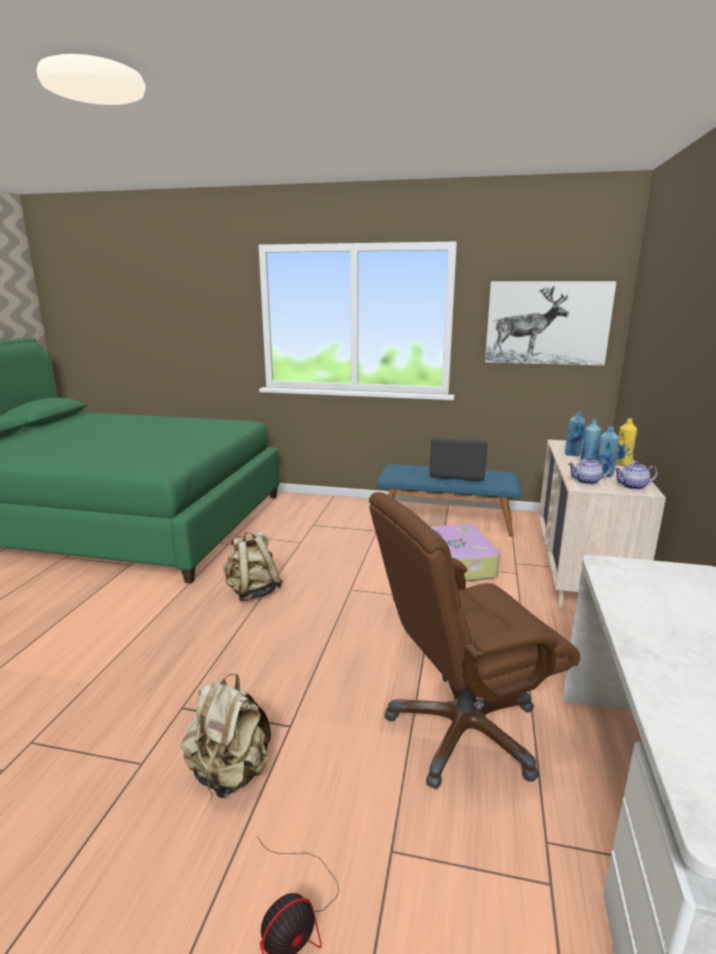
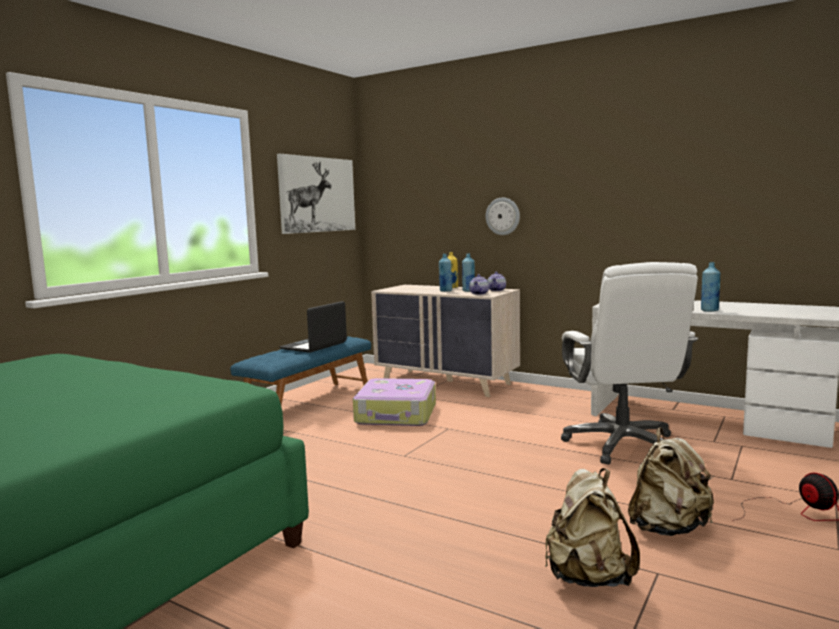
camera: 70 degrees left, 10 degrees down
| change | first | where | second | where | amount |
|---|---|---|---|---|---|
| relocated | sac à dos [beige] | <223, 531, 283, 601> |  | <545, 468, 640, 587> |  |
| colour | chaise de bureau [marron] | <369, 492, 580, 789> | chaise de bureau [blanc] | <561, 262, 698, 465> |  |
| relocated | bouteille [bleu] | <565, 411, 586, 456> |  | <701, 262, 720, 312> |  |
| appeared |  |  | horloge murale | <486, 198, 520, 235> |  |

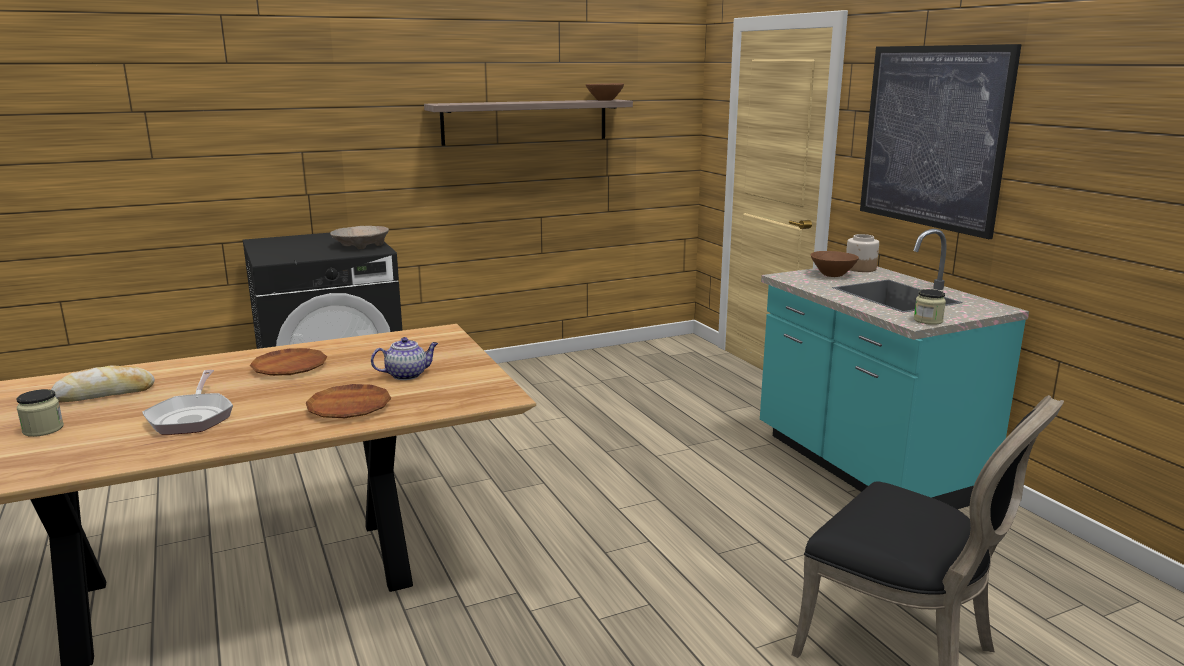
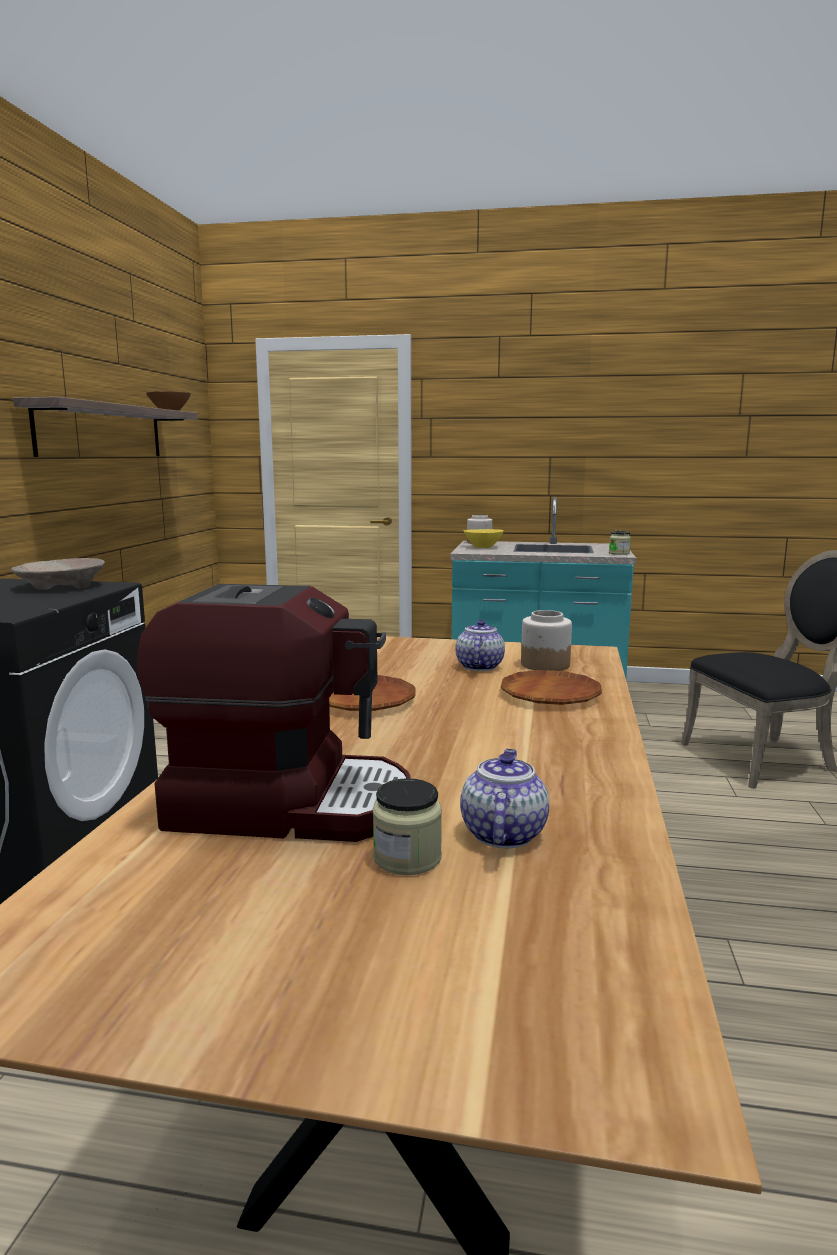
camera: 55 degrees left, 5 degrees down
| change | first | where | second | where | amount |
|---|---|---|---|---|---|
| exchanged | pain | <51, 365, 155, 402> | machine à café | <137, 584, 411, 842> |  |
| missing | poêle | <142, 370, 233, 435> |  |  |  |
| colour | bol [marron] | <811, 251, 859, 277> | bol [jaune] | <464, 529, 504, 548> |  |
| missing | tableau | <860, 44, 1022, 239> |  |  |  |
| appeared |  |  | théière | <460, 749, 549, 848> |  |
| appeared |  |  | bocal | <521, 610, 572, 671> |  |

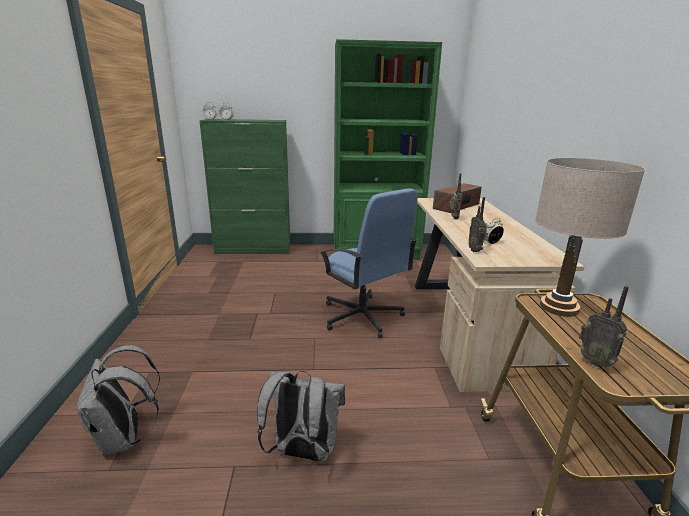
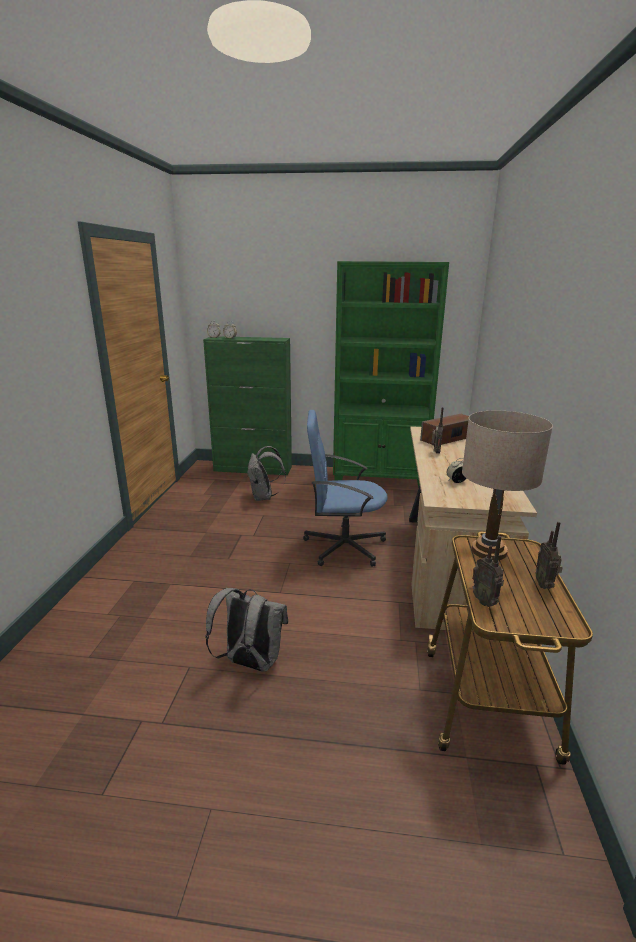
camera: 10 degrees right, 0 degrees up
| change | first | where | second | where | amount |
|---|---|---|---|---|---|
| relocated | sac à dos [gris] | <77, 345, 160, 455> |  | <247, 446, 286, 501> |  |
| spun | chaise de bureau [bleu] | <320, 188, 417, 338> |  | <303, 410, 387, 567> | 120 degrees clockwise |
| relocated | radio | <468, 197, 488, 252> |  | <535, 522, 563, 589> |  |

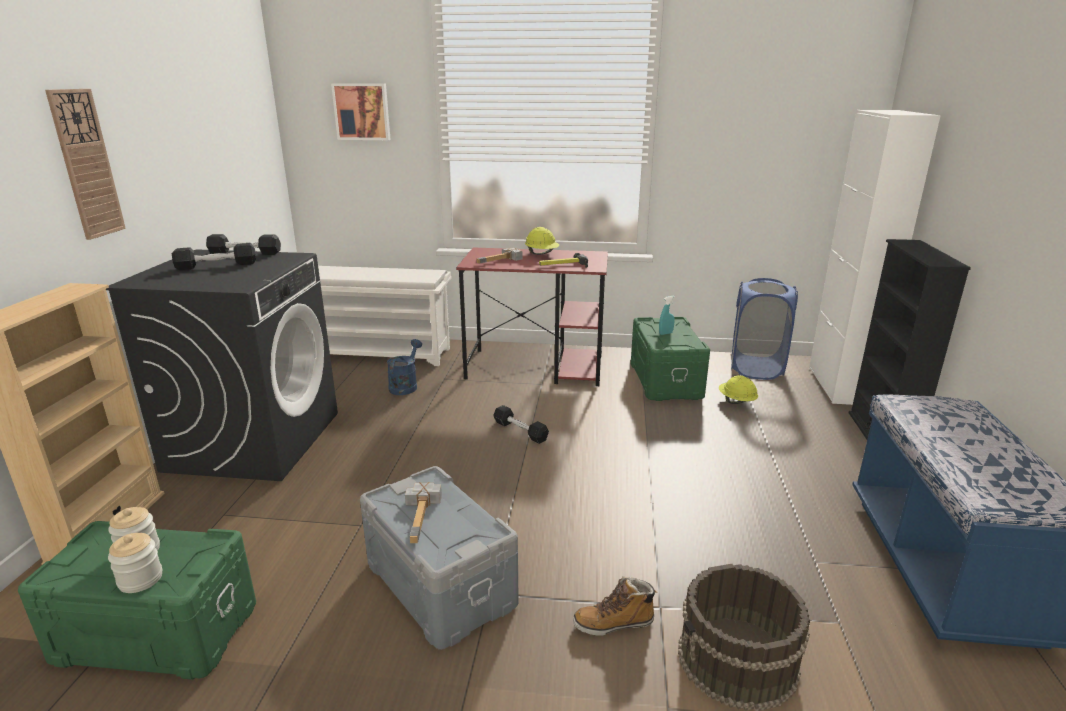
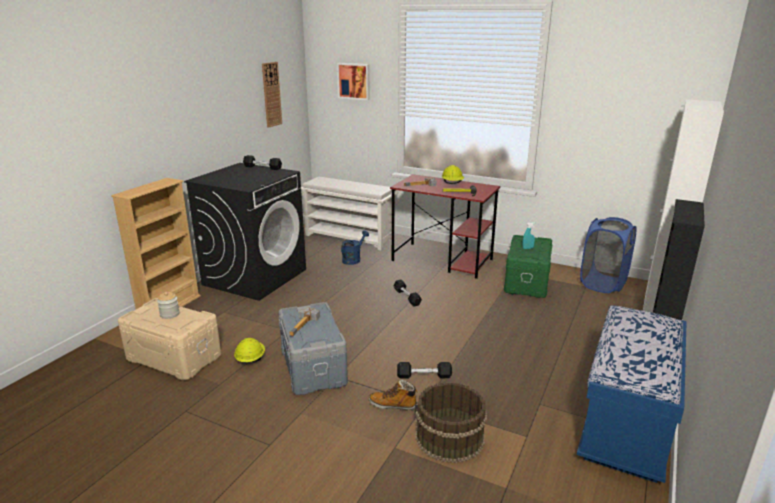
camera: 20 degrees right, 0 degrees up
| change | first | where | second | where | amount |
|---|---|---|---|---|---|
| colour | boîte de rangement [vert] | <18, 521, 256, 680> | boîte de rangement [beige] | <118, 298, 221, 380> |  |
| relocated | horloge murale | <45, 89, 126, 240> |  | <262, 62, 282, 128> |  |
| missing | bocal | <108, 533, 162, 593> |  |  |  |
| relocated | haltère [noir] | <172, 243, 256, 270> |  | <397, 362, 452, 378> |  |
| relocated | casque de chantier [jaune] | <719, 375, 758, 404> |  | <234, 338, 265, 362> |  |

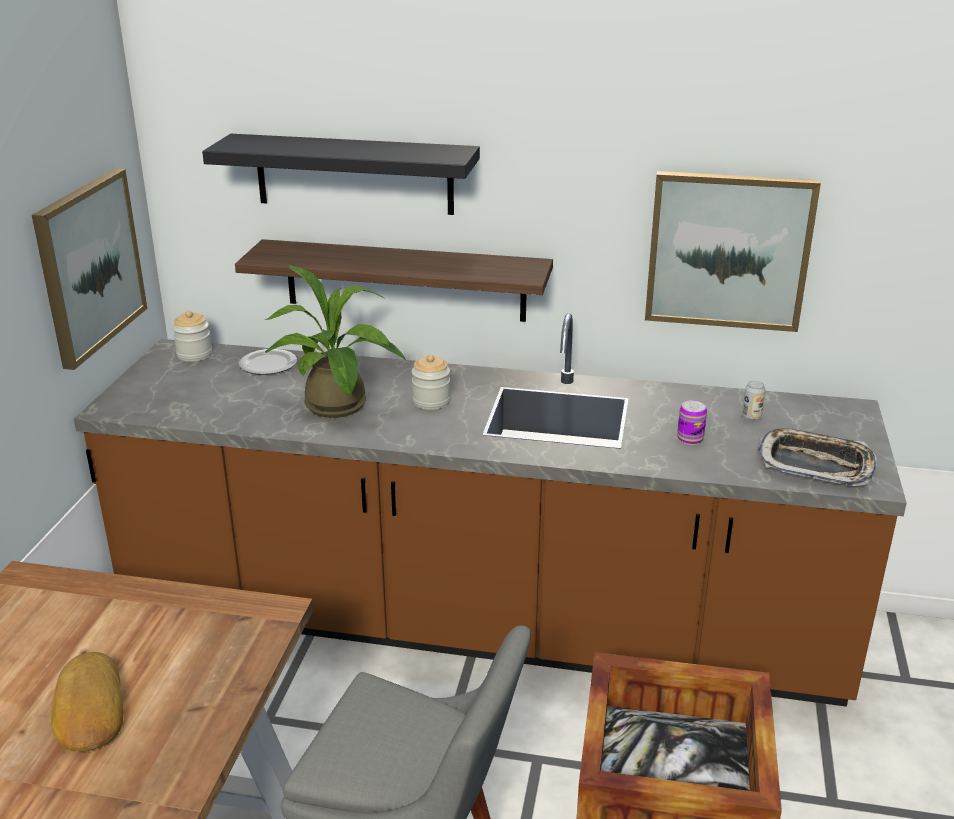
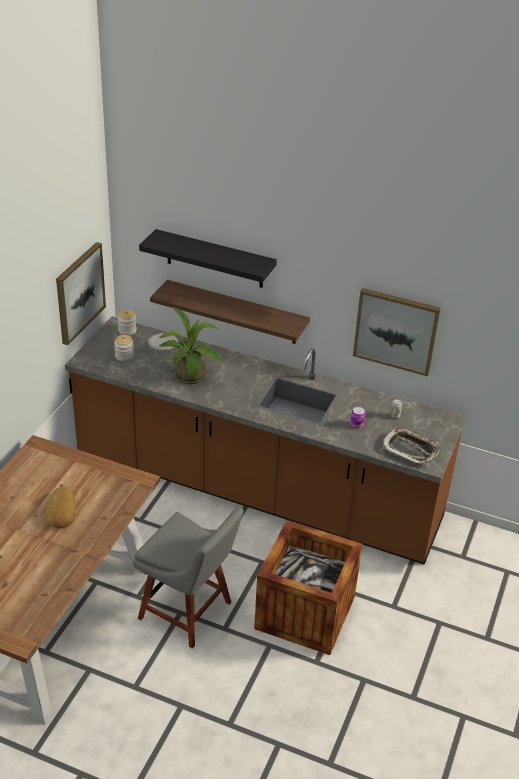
camera: 10 degrees right, 10 degrees up
| change | first | where | second | where | amount |
|---|---|---|---|---|---|
| relocated | bocal | <411, 354, 451, 410> |  | <114, 335, 134, 361> |  |

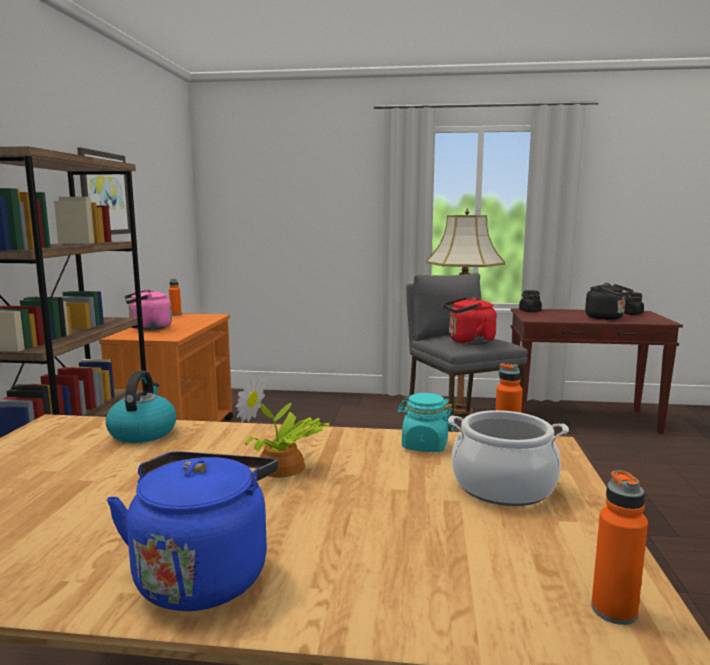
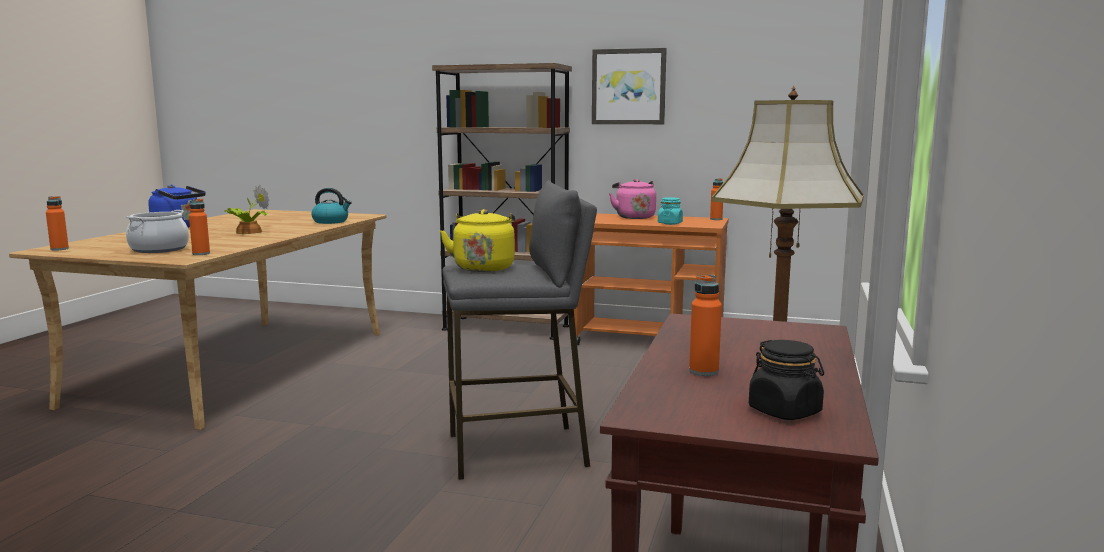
camera: 100 degrees right, 0 degrees up
| change | first | where | second | where | amount |
|---|---|---|---|---|---|
| relocated | bocal [turquoise] | <397, 393, 454, 452> |  | <658, 197, 683, 225> |  |
| colour | bouilloire [rouge] | <443, 297, 497, 345> | bouilloire [jaune] | <440, 209, 515, 272> |  |
| missing | bocal [noir] | <519, 290, 542, 312> |  |  |  |
| exchanged | bouilloire [noir] | <585, 283, 634, 320> | bouteille [orange] | <689, 275, 722, 376> |  |

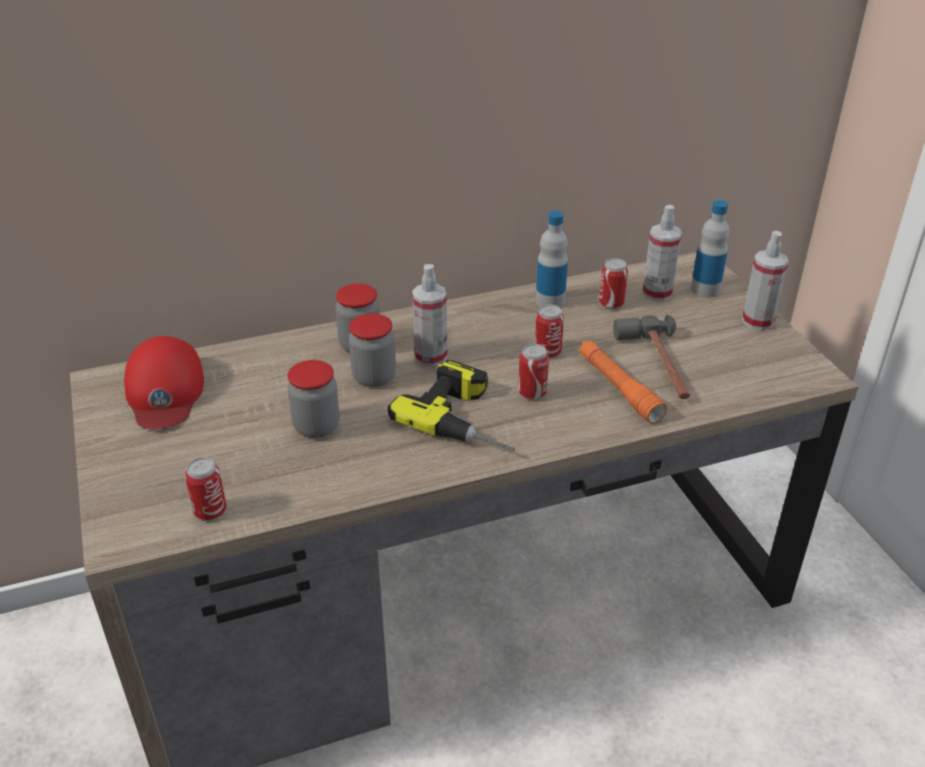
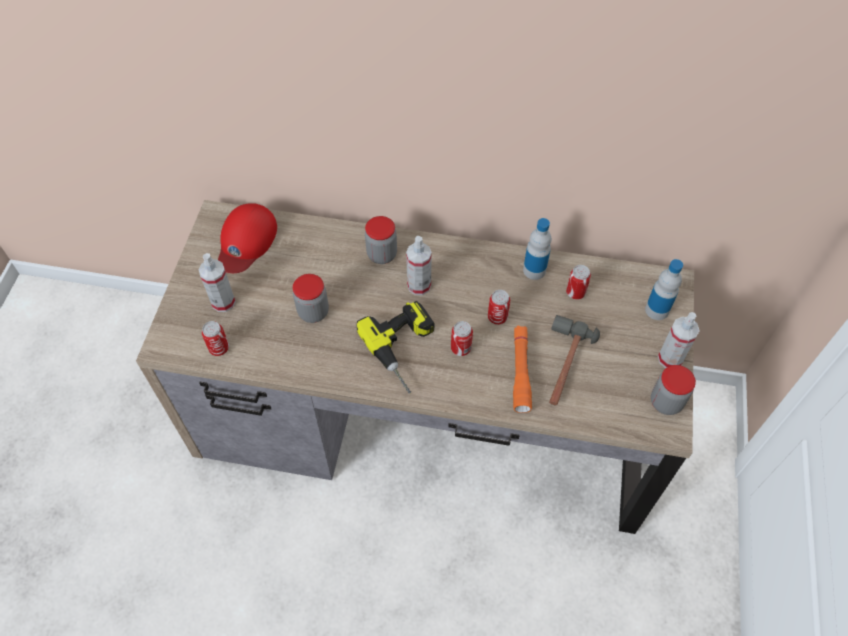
camera: 30 degrees right, 20 degrees up
| change | first | where | second | where | amount |
|---|---|---|---|---|---|
| relocated | bocal | <349, 313, 396, 387> |  | <651, 365, 696, 415> |  |
| relocated | vaporisateur | <642, 205, 682, 301> |  | <199, 253, 236, 312> |  |

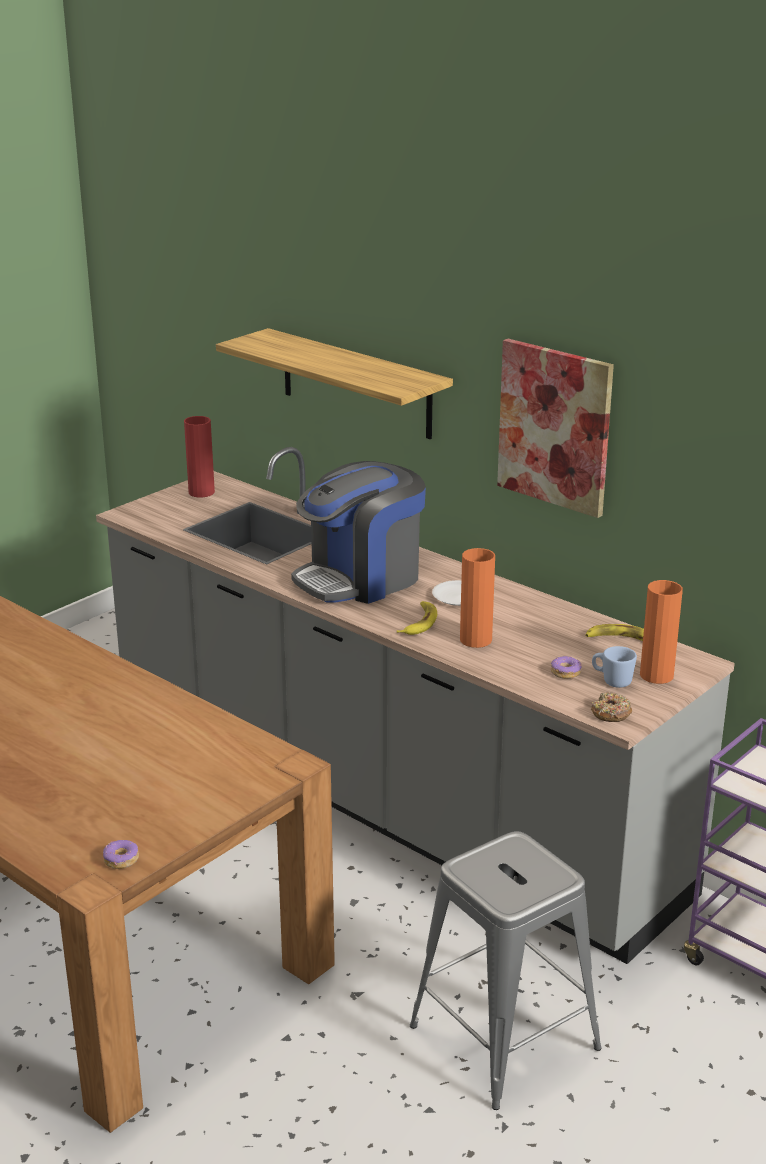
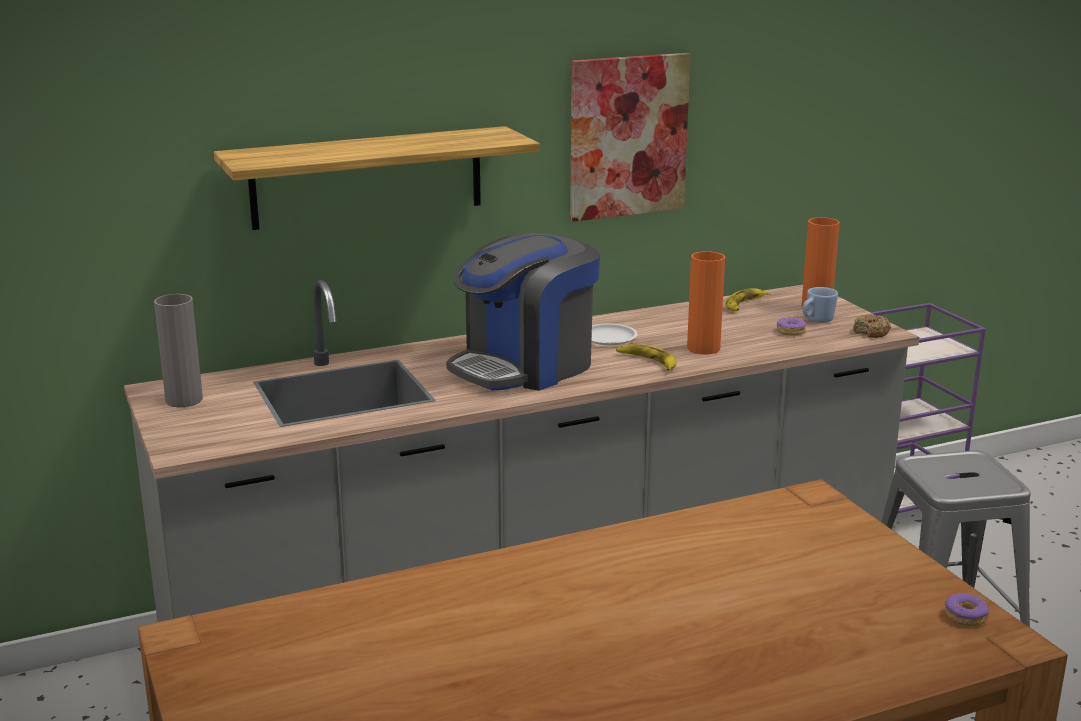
camera: 65 degrees left, 5 degrees down
| change | first | where | second | where | amount |
|---|---|---|---|---|---|
| colour | vase [rouge] | <184, 416, 215, 498> | vase [gris] | <154, 294, 203, 407> |  |
| spun | machine à café | <291, 461, 426, 604> |  | <446, 233, 600, 391> | 60 degrees clockwise |

